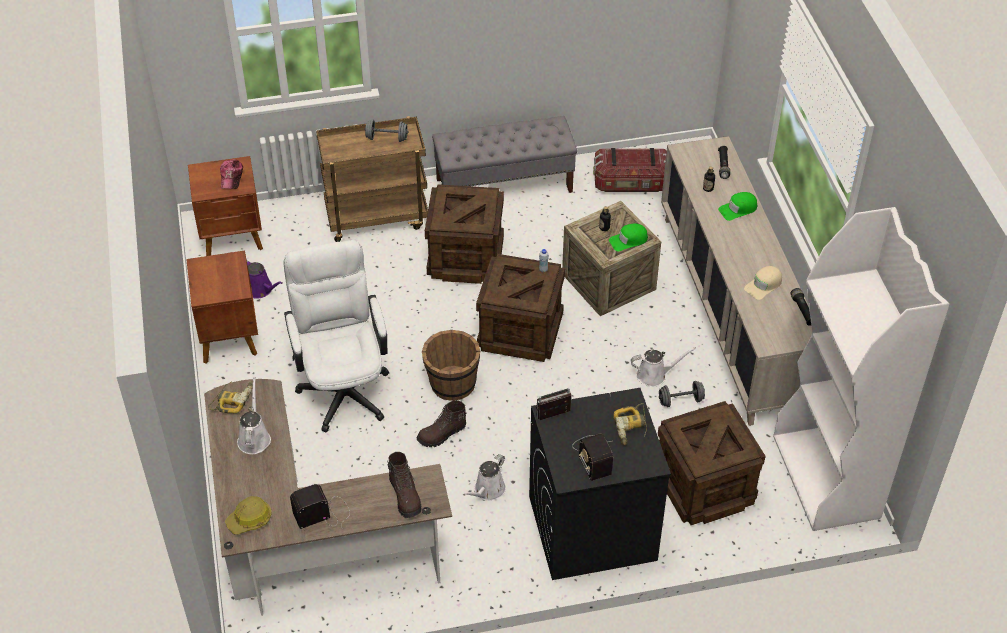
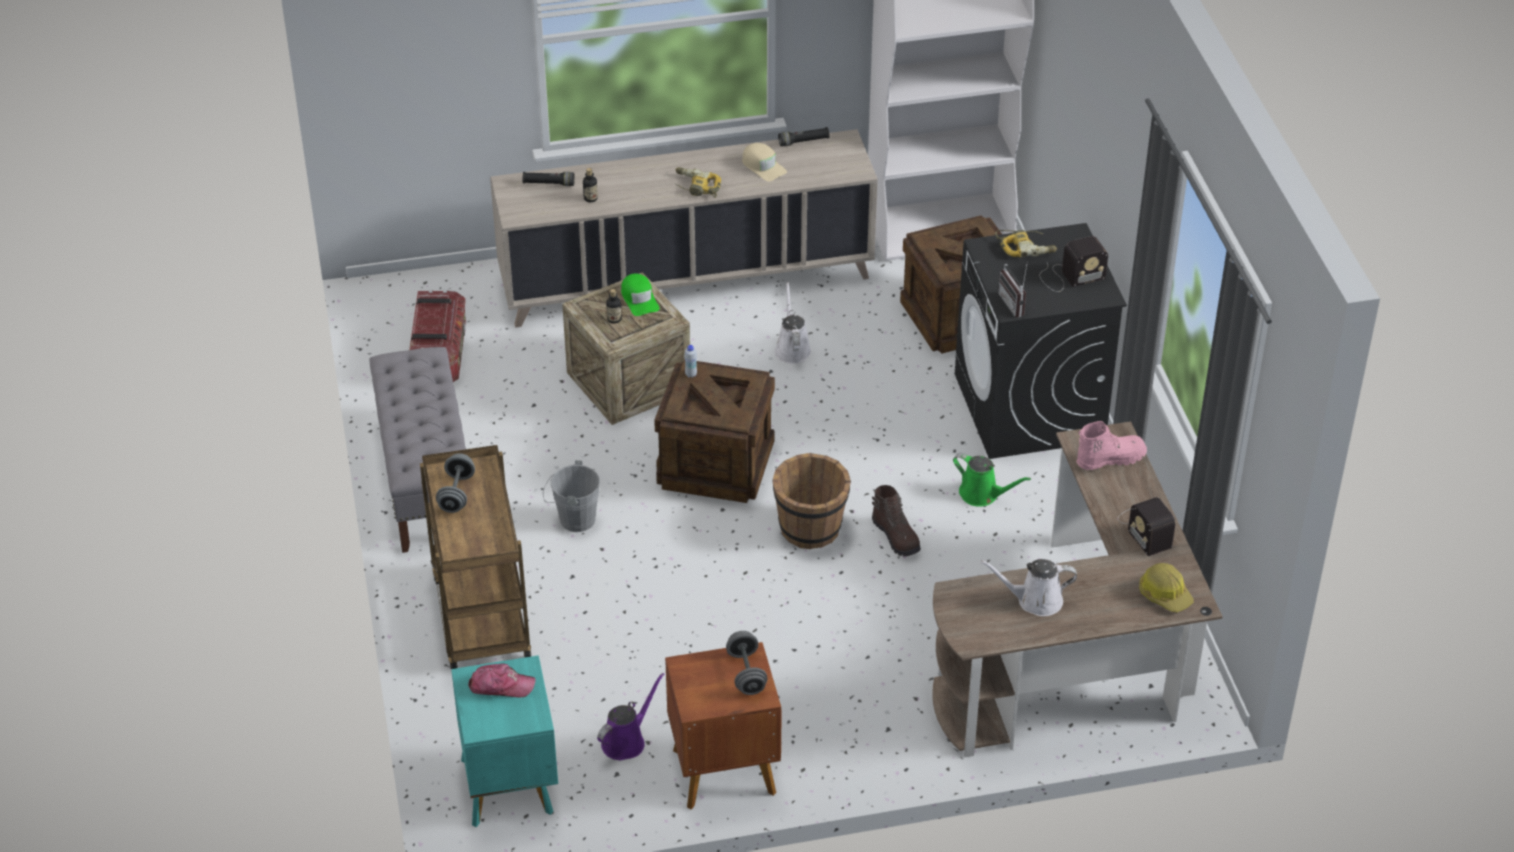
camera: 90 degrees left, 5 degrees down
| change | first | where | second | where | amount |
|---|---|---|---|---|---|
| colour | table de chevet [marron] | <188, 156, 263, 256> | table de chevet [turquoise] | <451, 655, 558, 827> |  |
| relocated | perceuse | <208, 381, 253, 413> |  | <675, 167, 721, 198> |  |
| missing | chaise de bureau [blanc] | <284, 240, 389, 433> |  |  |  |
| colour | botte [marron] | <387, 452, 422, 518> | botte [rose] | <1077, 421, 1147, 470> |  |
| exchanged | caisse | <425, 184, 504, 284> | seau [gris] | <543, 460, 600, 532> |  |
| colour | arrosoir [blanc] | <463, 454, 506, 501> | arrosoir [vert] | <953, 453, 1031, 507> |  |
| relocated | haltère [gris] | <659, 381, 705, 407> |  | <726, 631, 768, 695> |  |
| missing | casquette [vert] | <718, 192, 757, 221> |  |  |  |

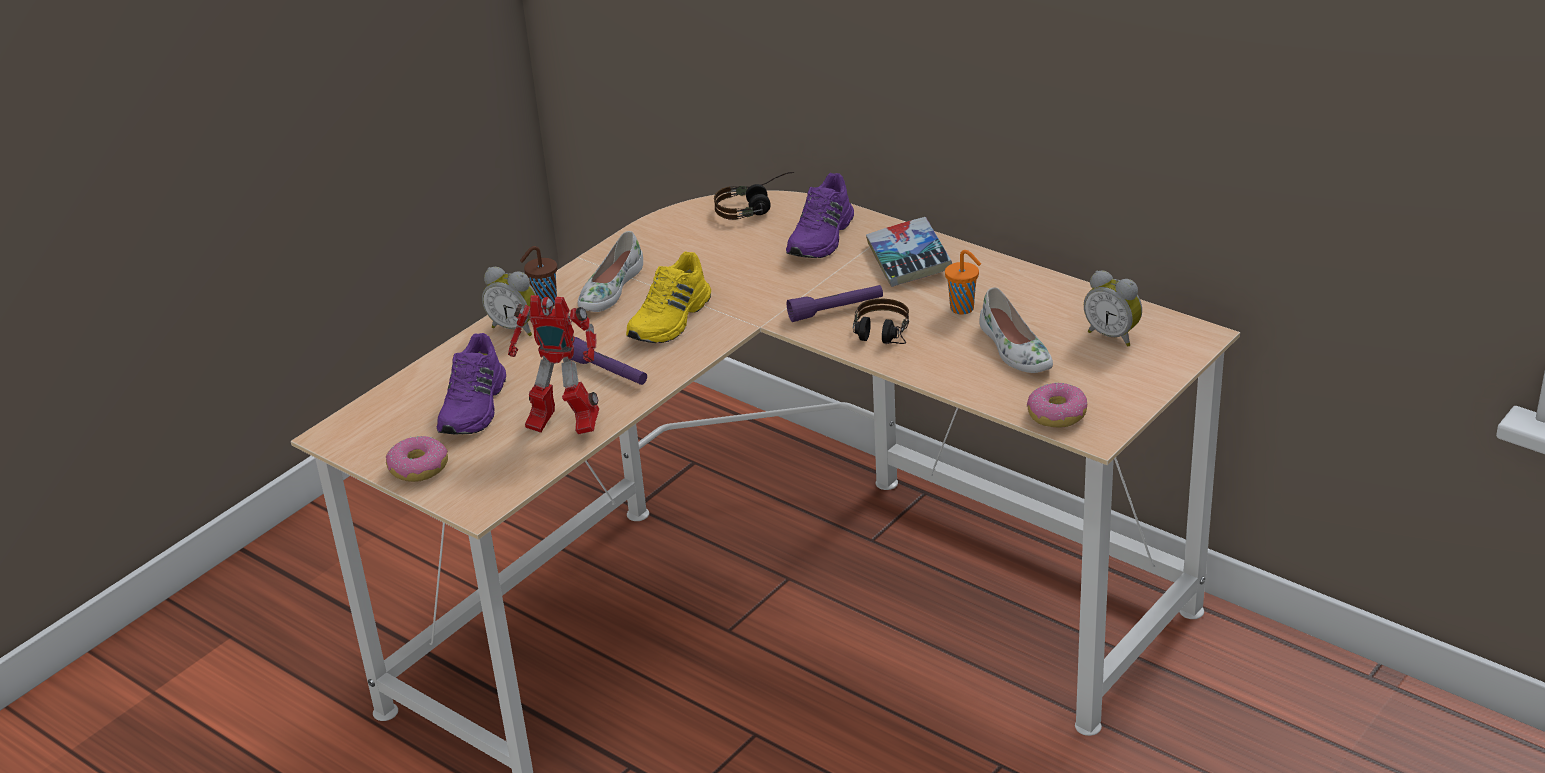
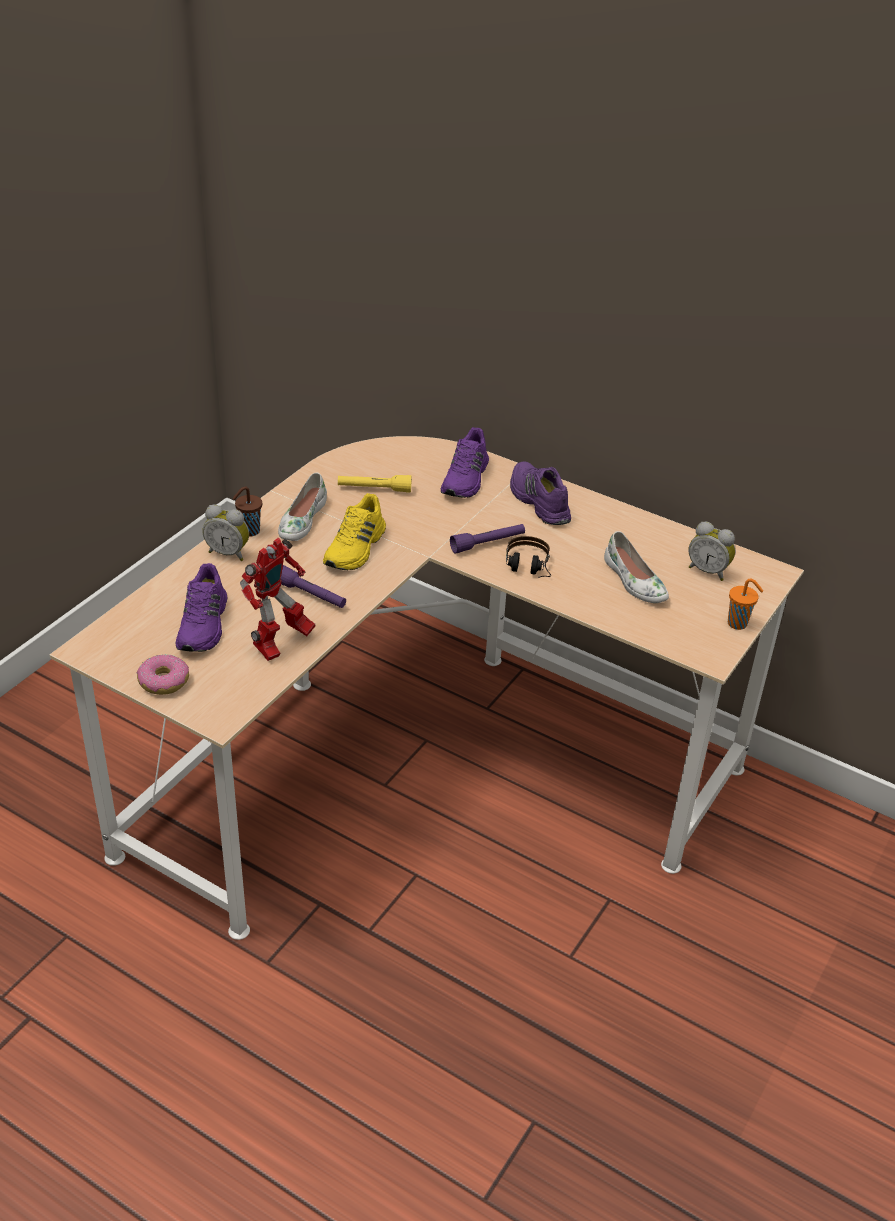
camera: 10 degrees left, 5 degrees up
| change | first | where | second | where | amount |
|---|---|---|---|---|---|
| spun | robot jouet | <508, 295, 599, 435> |  | <240, 538, 315, 661> | 60 degrees counterclockwise |
| missing | casque audio | <714, 172, 794, 220> |  |  |  |
| exchanged | livre | <866, 217, 952, 287> | chaussure [violet] | <510, 461, 571, 525> |  |
| relocated | tasse [orange] | <945, 250, 981, 314> |  | <728, 578, 763, 630> |  |
| missing | beignet | <1027, 383, 1087, 428> |  |  |  |
| appeared |  |  | lampe de poche [jaune] | <338, 475, 412, 493> |  |

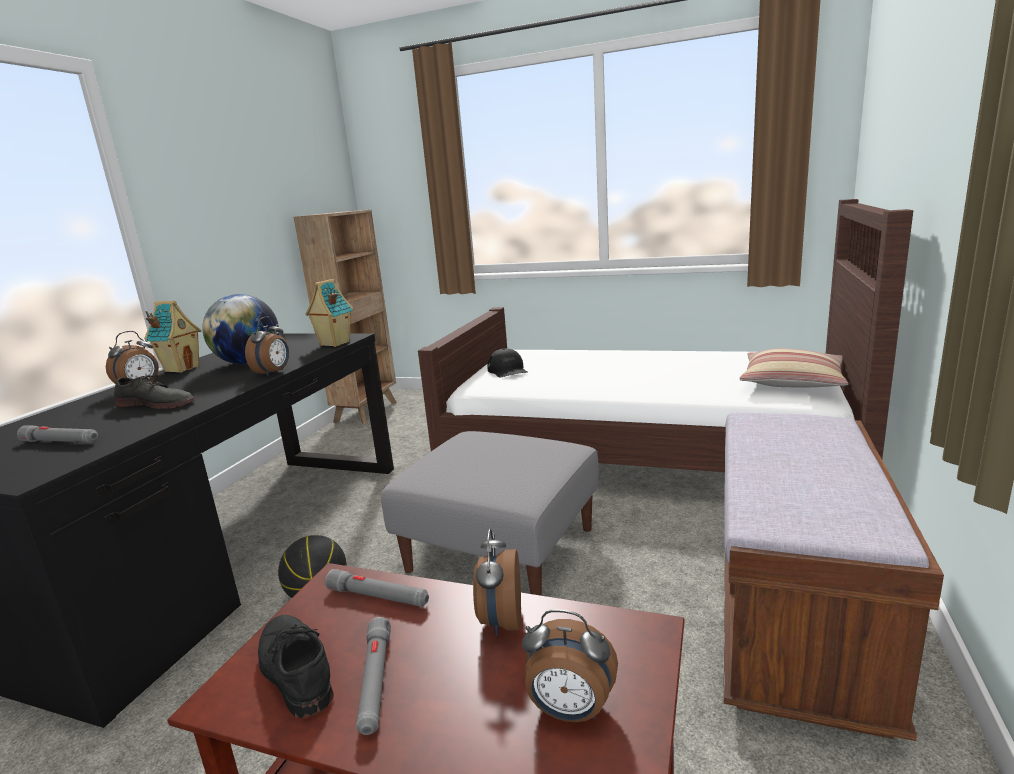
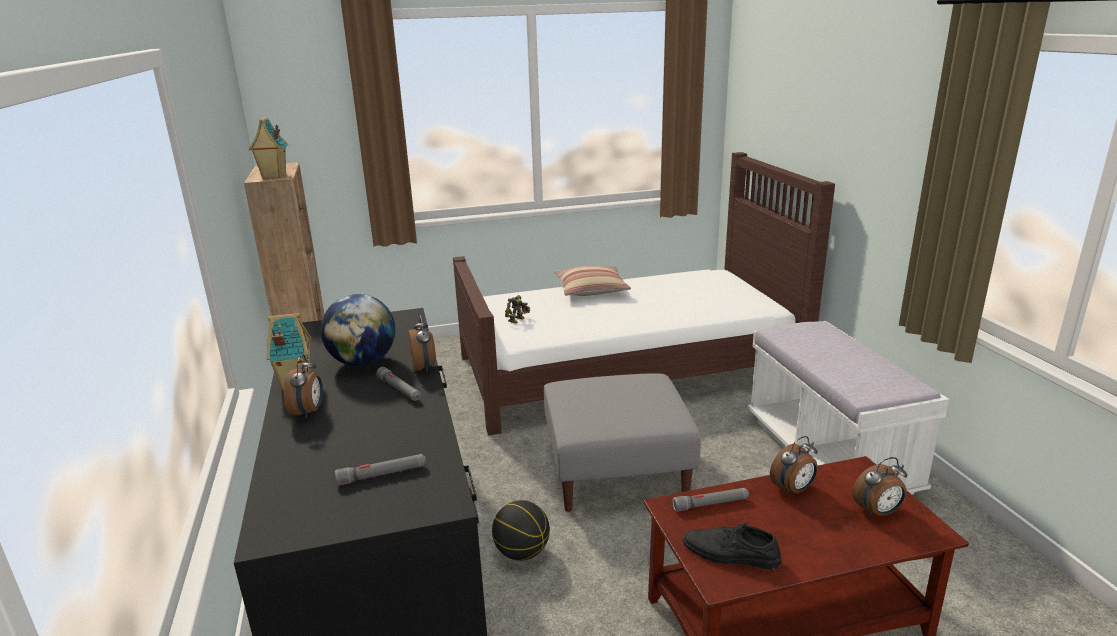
camera: 35 degrees left, 5 degrees up
| change | first | where | second | where | amount |
|---|---|---|---|---|---|
| missing | chaussure [gris] | <114, 375, 195, 409> |  |  |  |
| relocated | maison miniature | <305, 279, 354, 347> |  | <248, 117, 289, 178> |  |
| relocated | lampe de poche [gris] | <356, 617, 391, 735> |  | <376, 367, 421, 401> |  |
| spun | réveil | <473, 528, 521, 636> |  | <770, 436, 818, 495> | 90 degrees counterclockwise |
| exchanged | casquette [noir] | <487, 348, 528, 377> | robot jouet | <505, 295, 530, 324> |  |
| colour | banc [marron] | <724, 413, 944, 741> | banc [blanc] | <747, 321, 949, 495> |  |
| relocated | coussin | <739, 349, 849, 387> |  | <554, 266, 631, 296> |  |

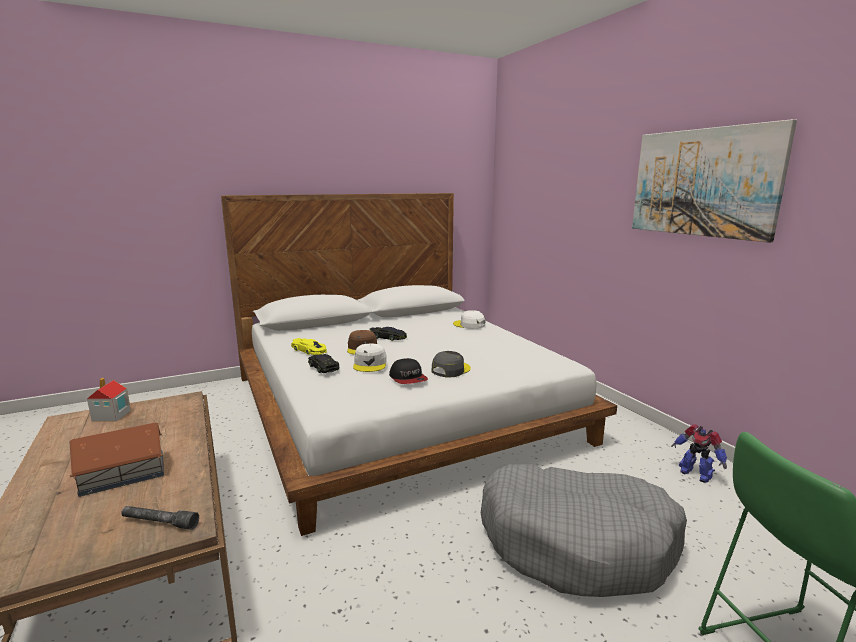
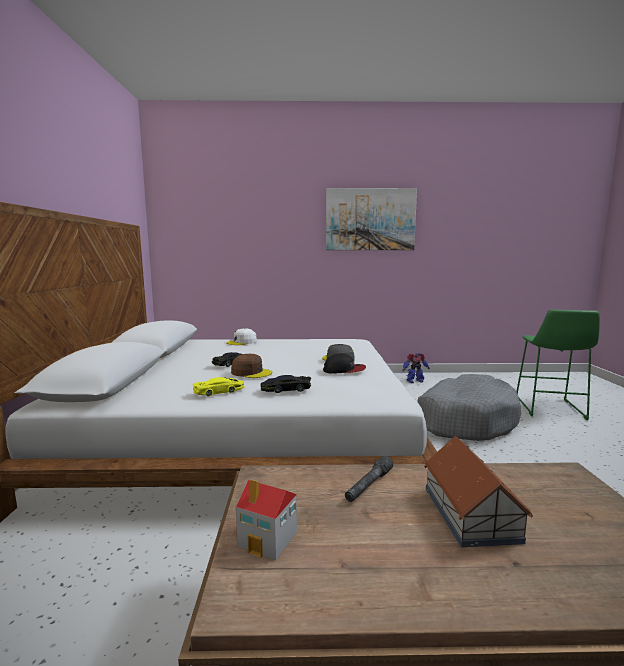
camera: 65 degrees left, 5 degrees down
| change | first | where | second | where | amount |
|---|---|---|---|---|---|
| relocated | lampe de poche [gris] | <121, 506, 199, 530> |  | <345, 456, 393, 502> |  |
| missing | casquette [blanc] | <353, 344, 387, 372> |  |  |  |

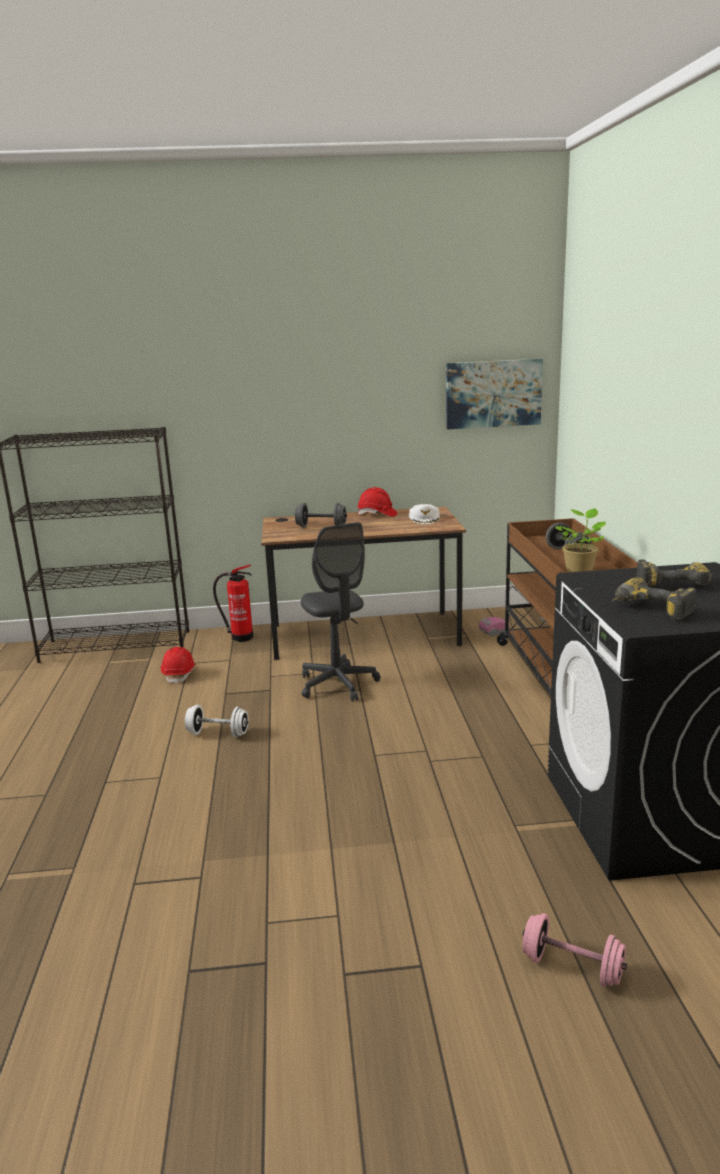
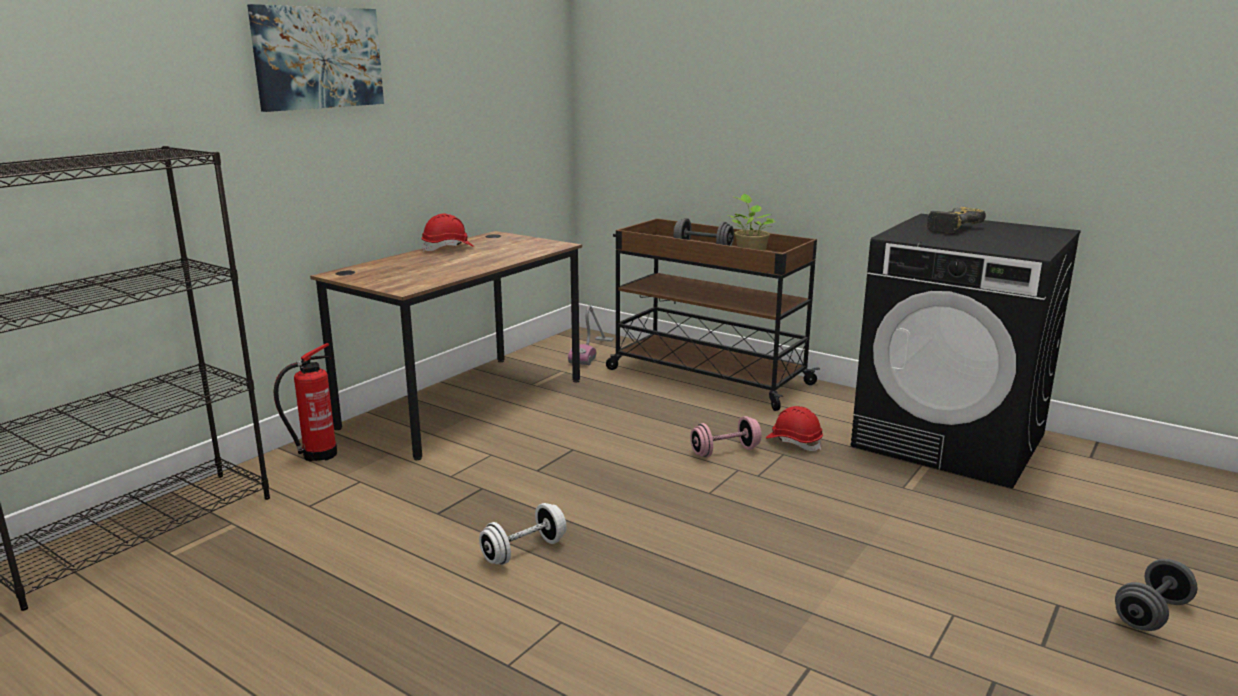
camera: 50 degrees left, 0 degrees up
| change | first | where | second | where | amount |
|---|---|---|---|---|---|
| relocated | casque de chantier [rouge] | <160, 647, 196, 684> |  | <766, 406, 823, 451> |  |
| relocated | haltère [gris] | <295, 503, 347, 527> |  | <1115, 559, 1198, 631> |  |
| missing | chaise de bureau [gris] | <301, 522, 380, 702> |  |  |  |
| missing | casquette [blanc] | <409, 504, 440, 524> |  |  |  |
| relocated | tableau | <446, 359, 543, 429> |  | <247, 4, 384, 112> |  |
| relocated | haltère [rose] | <522, 913, 627, 987> |  | <690, 416, 762, 457> |  |
| missing | perceuse | <612, 577, 696, 621> |  |  |  |

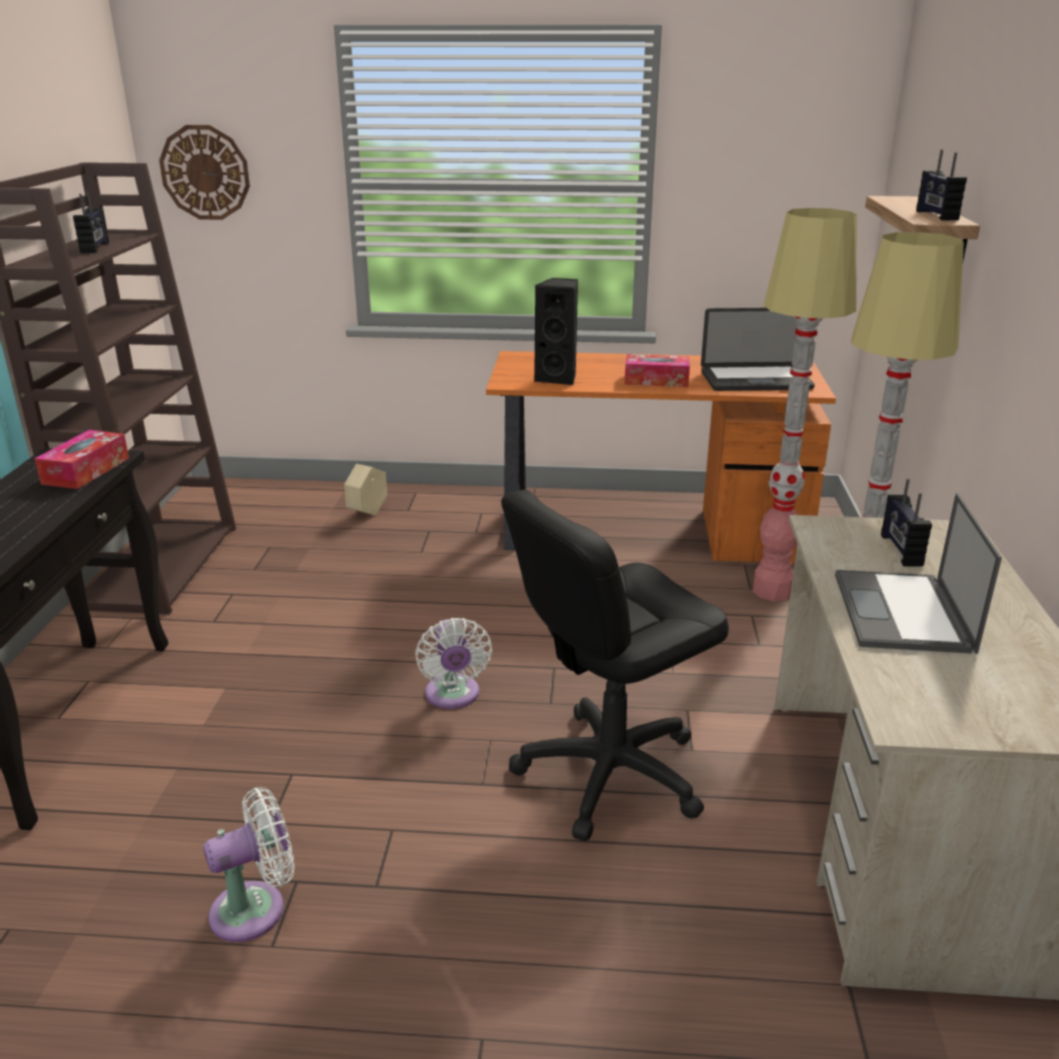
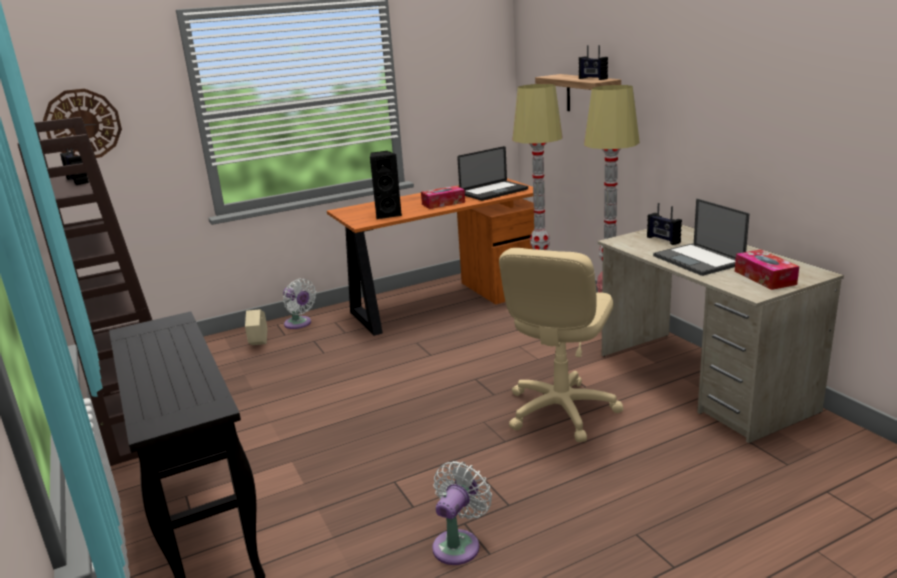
camera: 30 degrees left, 5 degrees down
| change | first | where | second | where | amount |
|---|---|---|---|---|---|
| relocated | boîte à mouchoirs | <35, 430, 129, 489> |  | <735, 249, 799, 290> |  |
| relocated | ventilateur [blanc] | <415, 618, 492, 709> |  | <283, 279, 316, 329> |  |
| colour | chaise de bureau [noir] | <501, 489, 729, 841> | chaise de bureau [beige] | <499, 248, 623, 442> |  |

